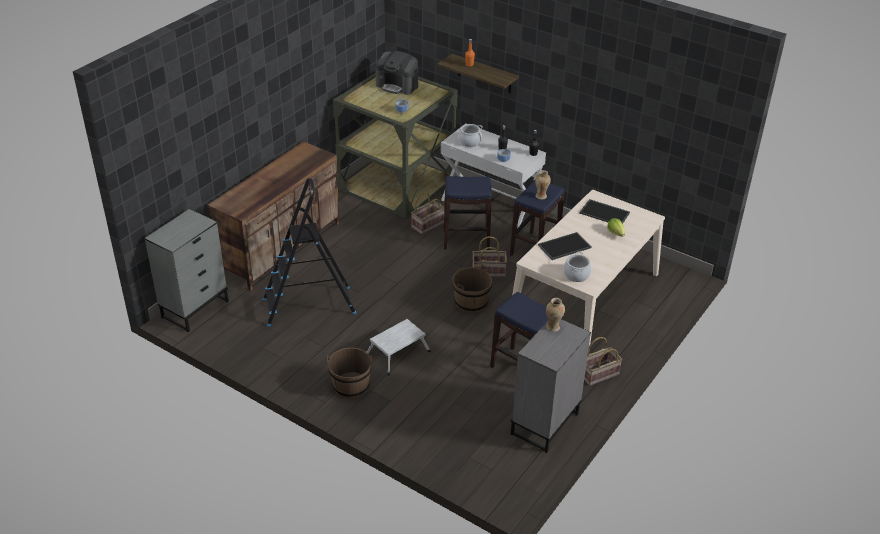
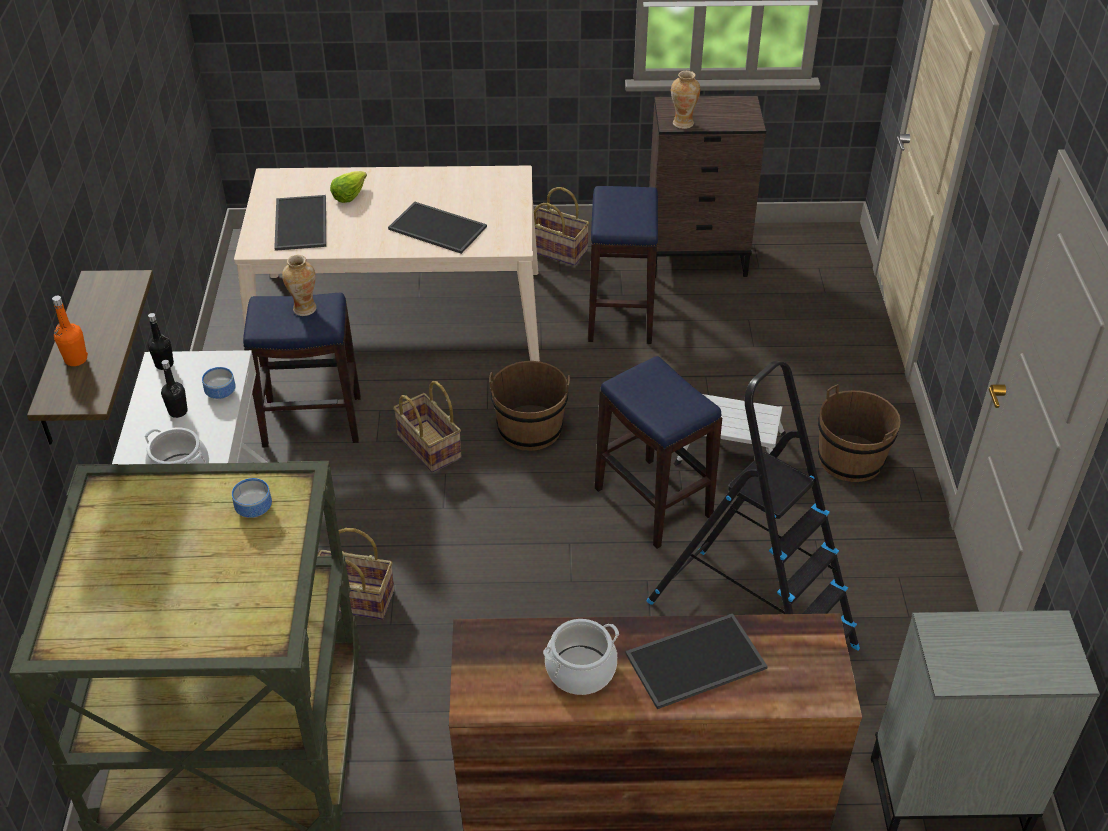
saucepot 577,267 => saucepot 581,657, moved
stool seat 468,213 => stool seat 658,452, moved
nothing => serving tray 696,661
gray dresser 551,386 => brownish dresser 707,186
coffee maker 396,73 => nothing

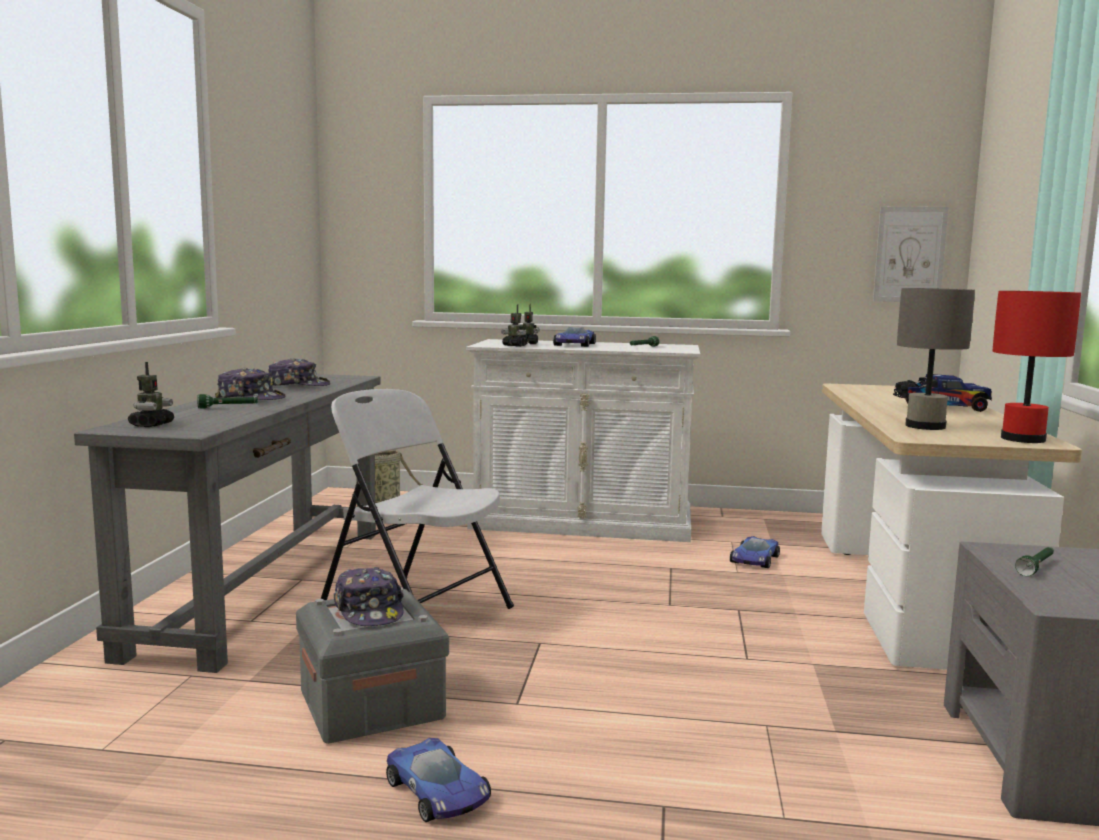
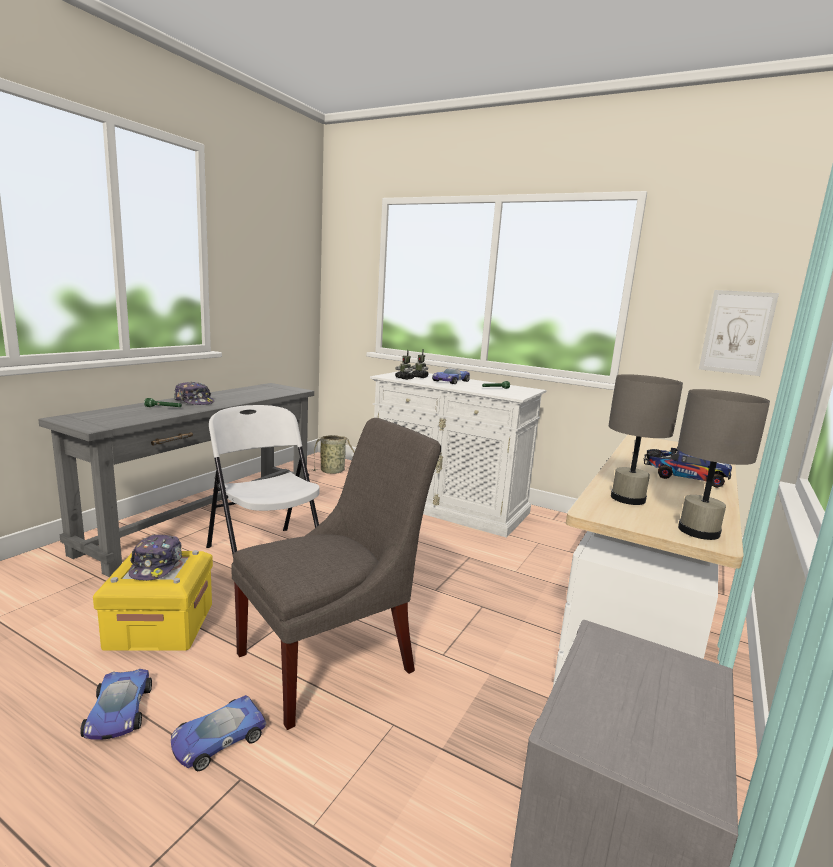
gray storage bin 372,666 => yellow-coloured storage bin 153,600
toy car 755,552 => toy car 219,733, moved
nothing => gray plain chair 336,574
red lamp for a table 1037,367 => gray lamp for a table 724,464
model robot 151,394 => nothing
baseball cap 299,372 => nothing
greenish hand torch 1034,561 => nothing

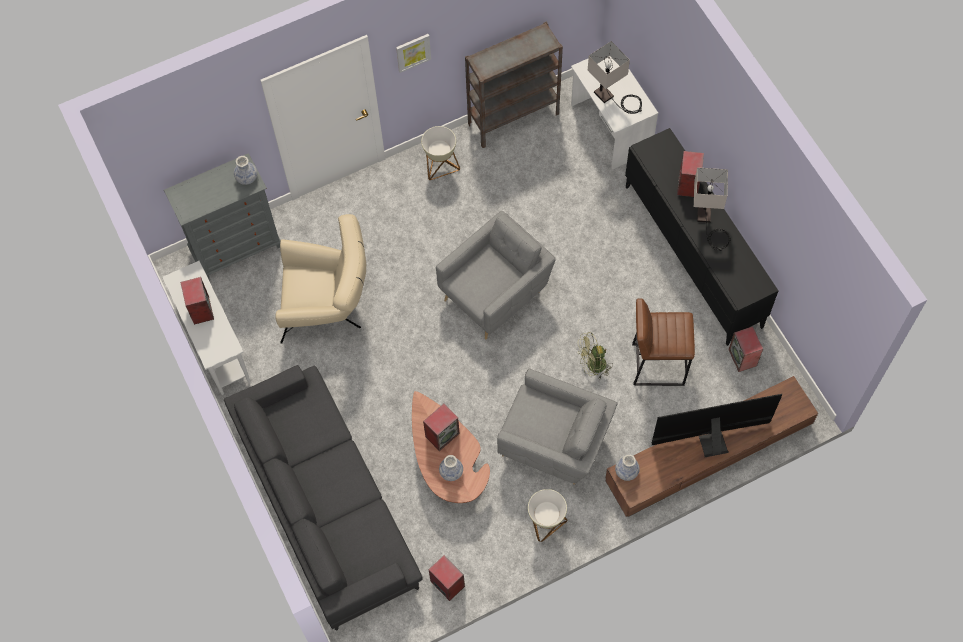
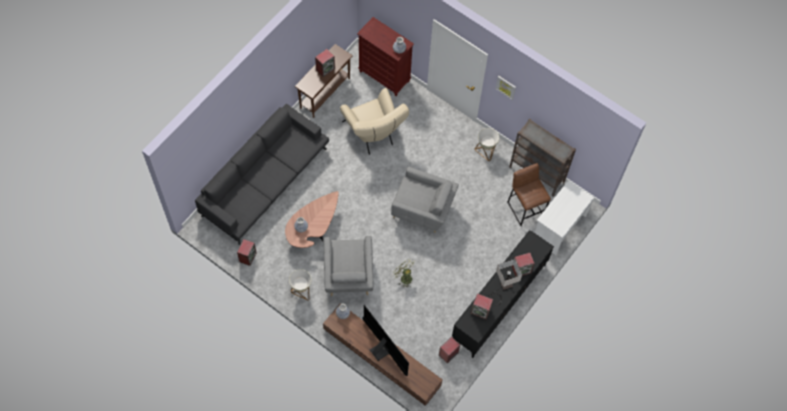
white console table 206,328 => brownish console table 324,81
gray dresser 222,216 => red dresser 385,56
audio speaker 441,427 => audio speaker 482,306, moved
brownish stool seat 663,342 => brownish stool seat 529,194, moved
lamp for a table 615,77 => nothing

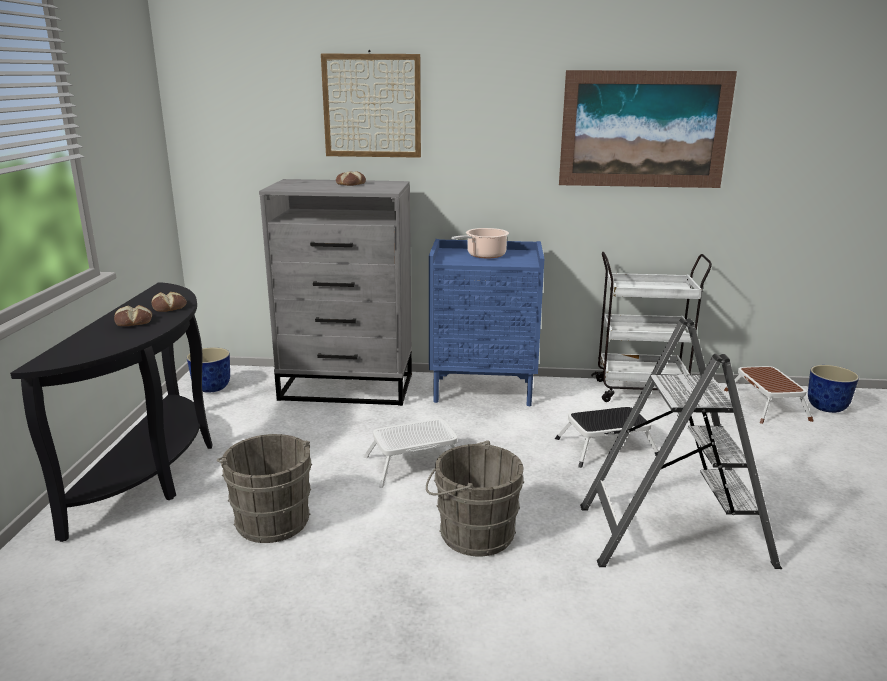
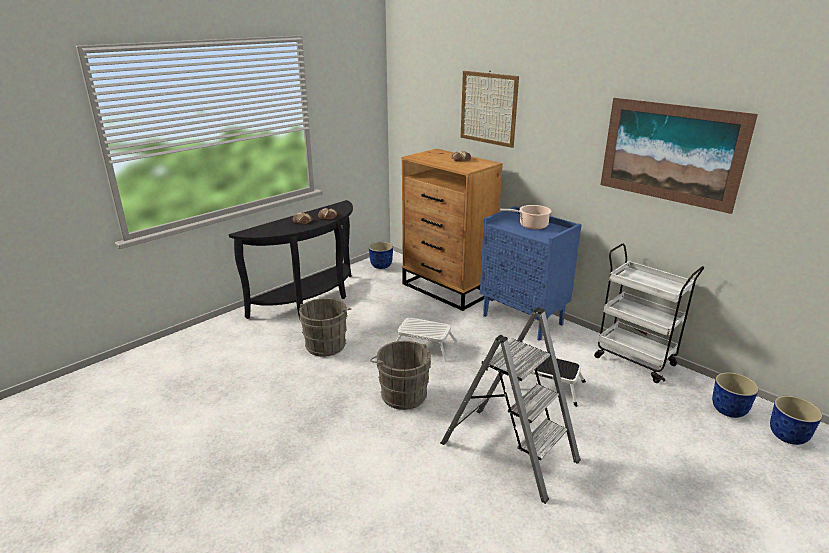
gray dresser 335,292 => brownish dresser 452,230
brownish step stool 768,395 => plant pot 735,395

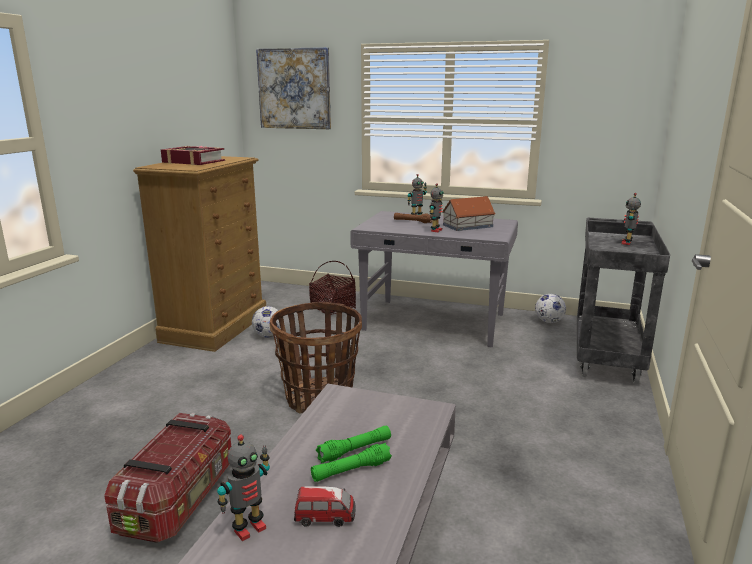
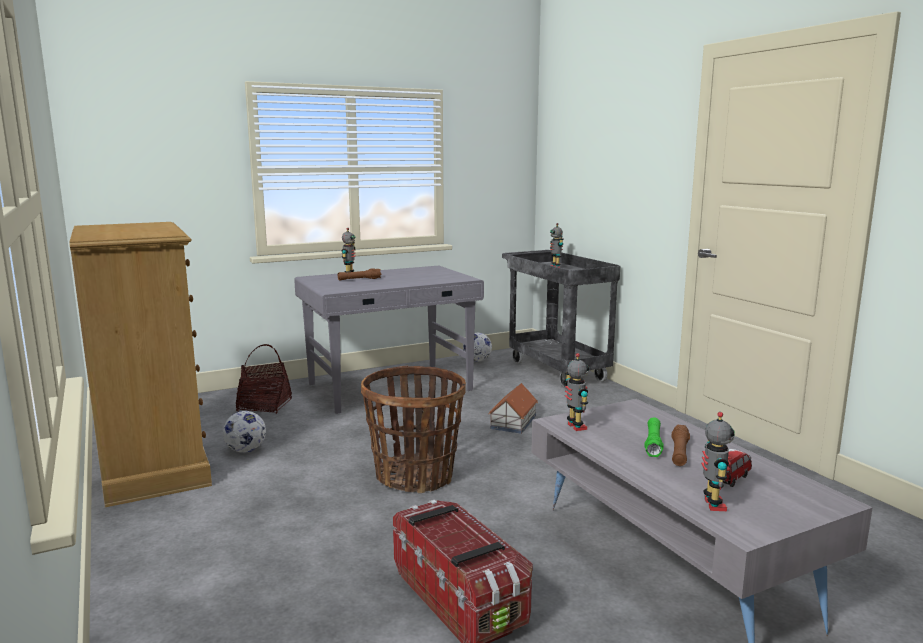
model house 469,213 => model house 513,408, moved
model robot 436,207 => model robot 577,392, moved
greenish hand torch 351,462 => brownish hand torch 680,445
book 193,155 => nothing
wall art 293,88 => nothing

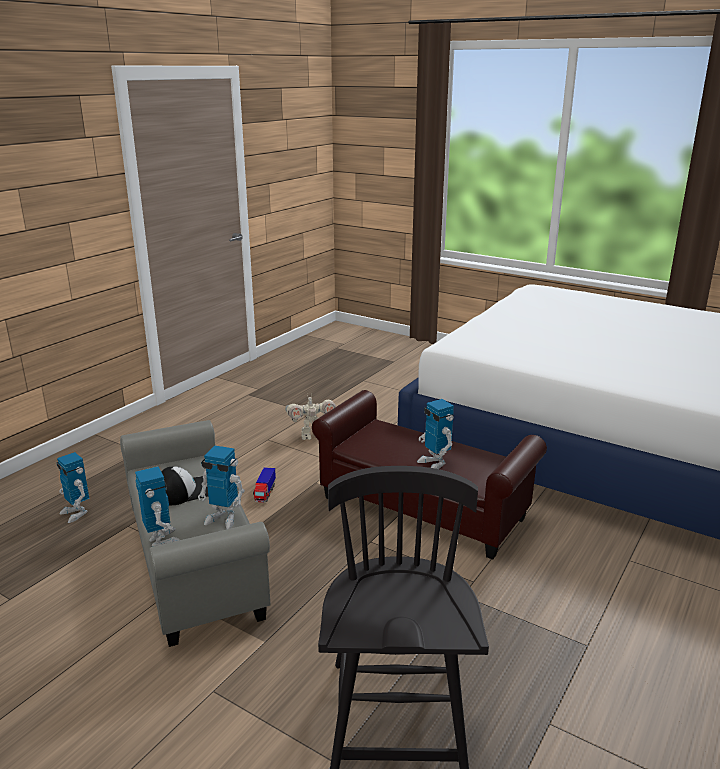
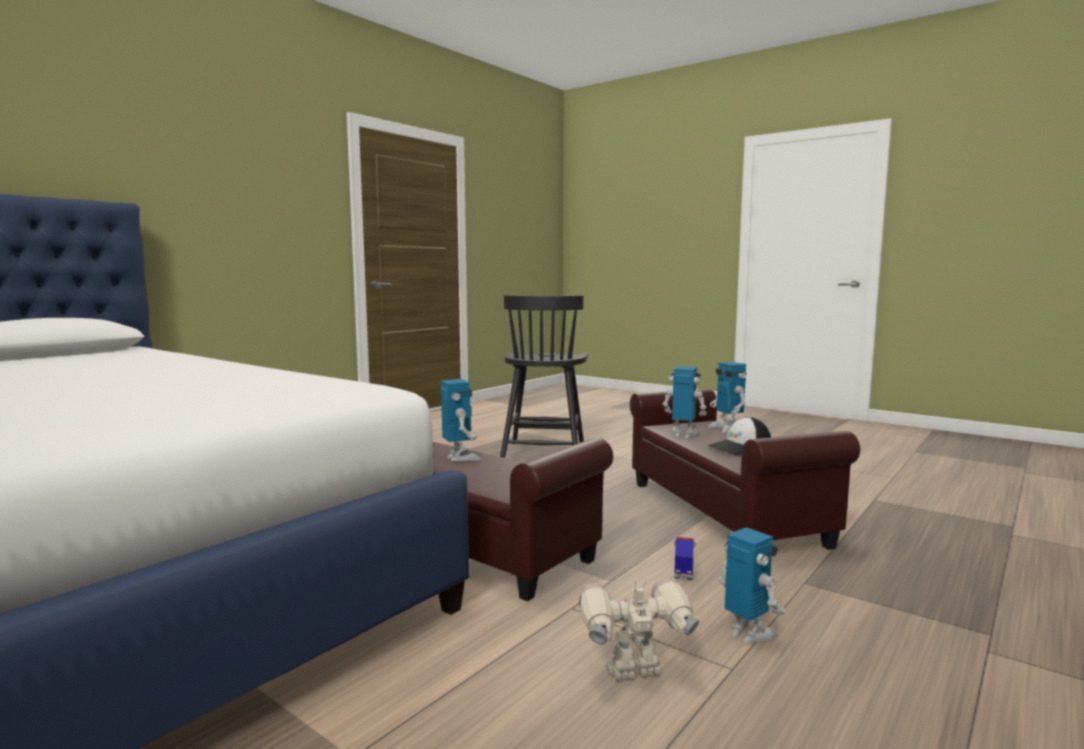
gray pouffe 195,533 => brownish pouffe 745,469
model robot 73,487 => model robot 752,585, moved

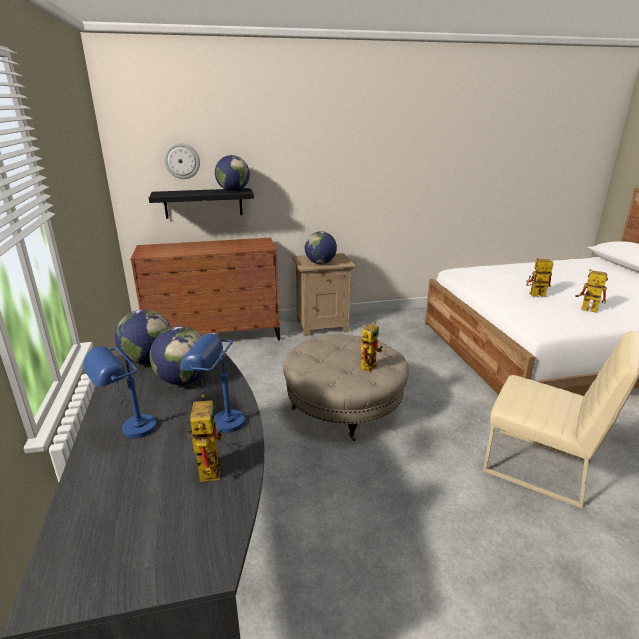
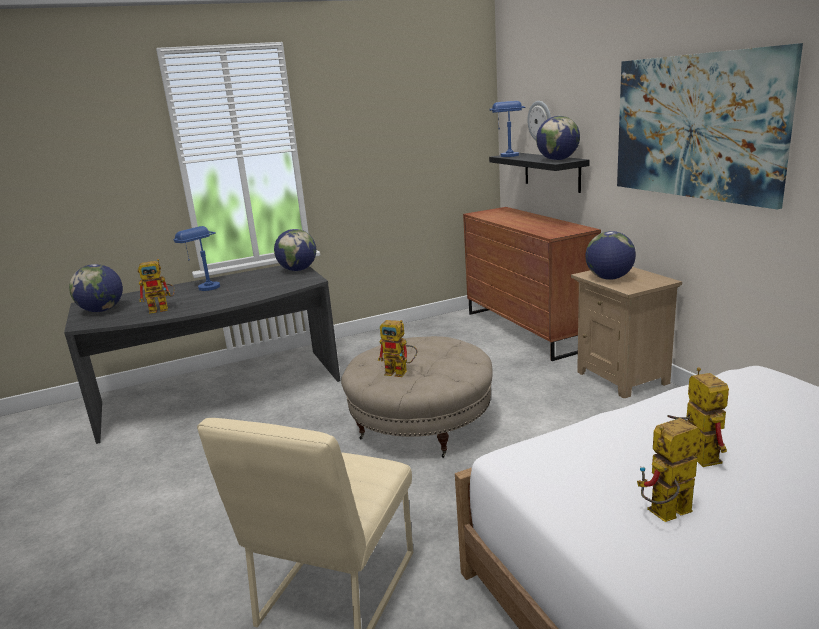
desk globe 177,355 => desk globe 96,288, moved
bluish lamp for a table 212,383 => bluish lamp for a table 507,129, moved
nothing => wall art 710,126
model robot 591,291 => model robot 669,470, 135 degrees counterclockwise

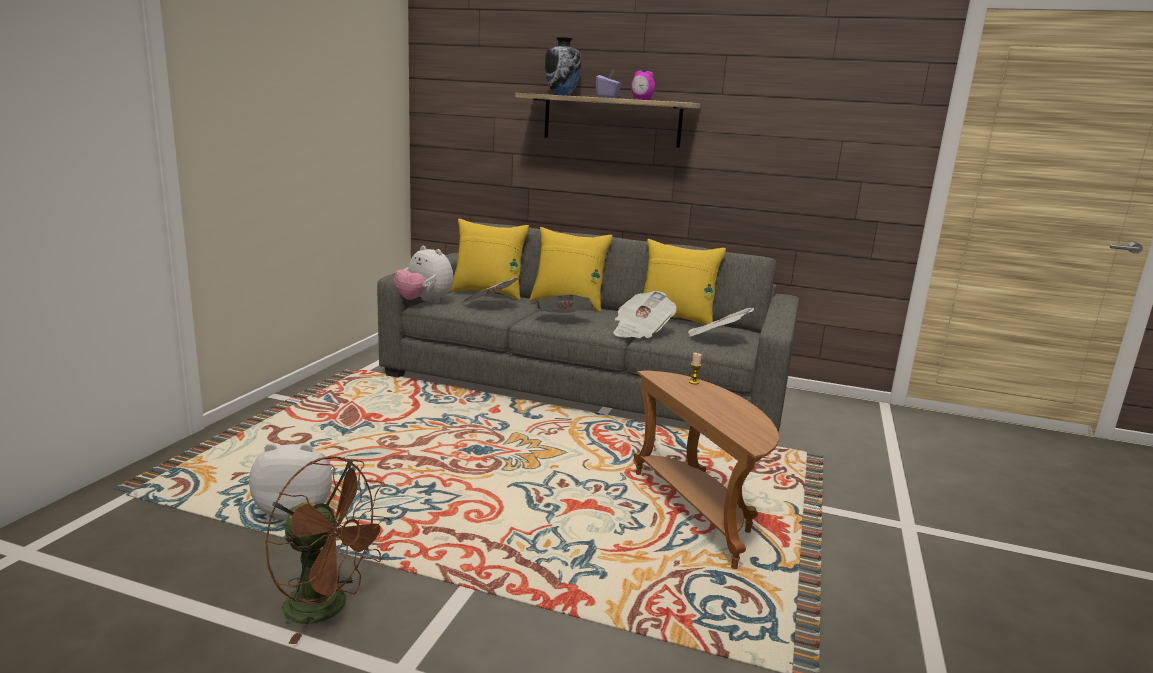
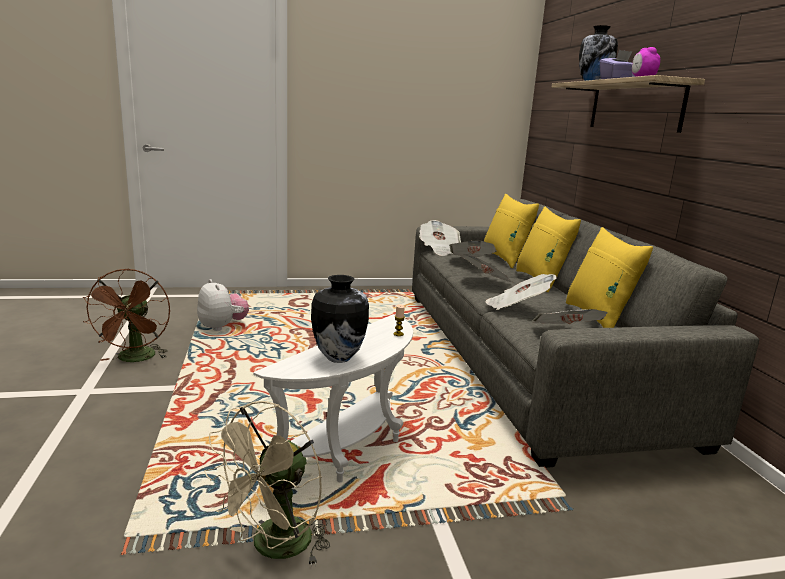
nothing => beige-coloured fan 267,484
brownish end table 706,469 => white end table 333,399
nothing => decorative vase 340,319
plush toy 423,275 => newspaper 440,238

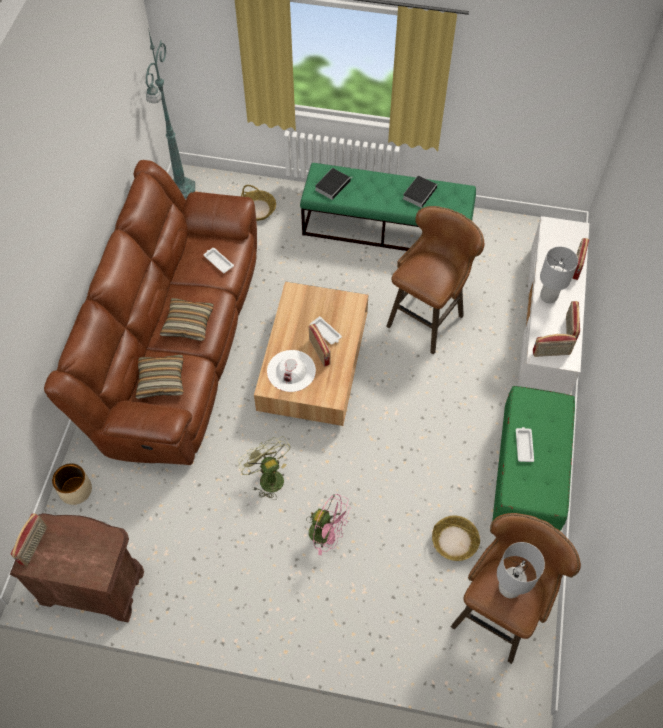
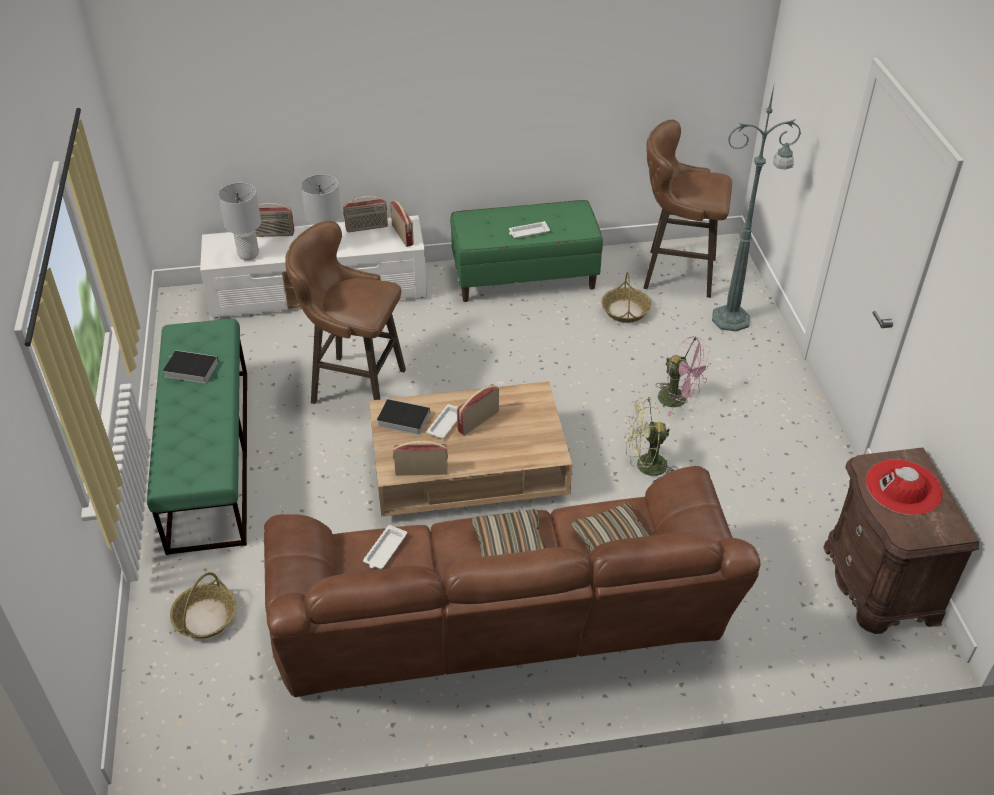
gray lamp for a table 521,570 => gray lamp for a table 239,221, moved
book 333,184 => book 403,417, moved
radio 29,539 => radio 420,458, moved
greenish fan 264,468 => greenish fan 651,440, 45 degrees clockwise
pink-coloured fan 328,524 => pink-coloured fan 683,376, 120 degrees clockwise
greenish floor lamp 170,113 => greenish floor lamp 756,206, moved
nothing => red hat 904,487
beige-coloured plant pot 72,484 => nothing
white hat 291,371 => nothing

